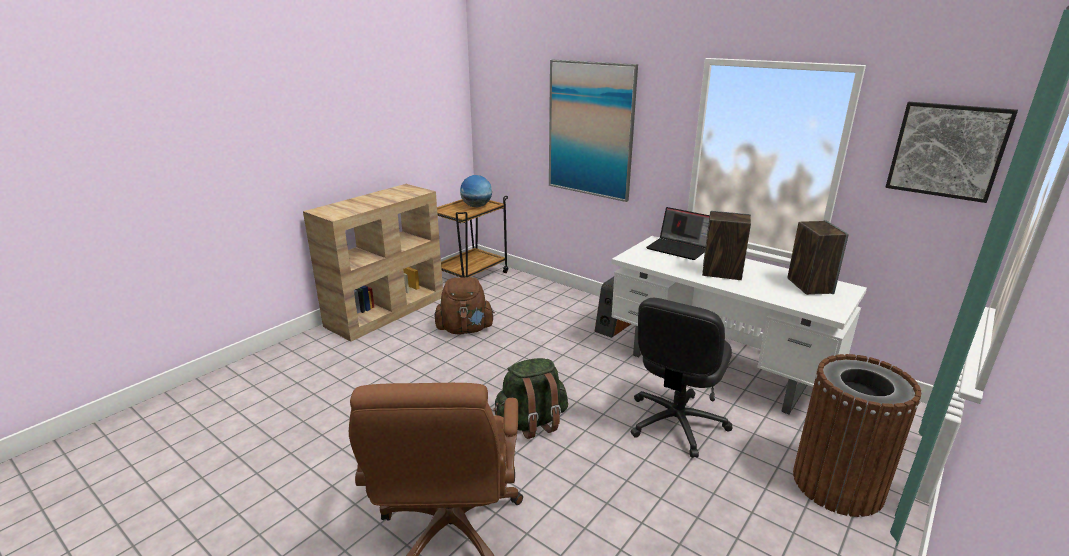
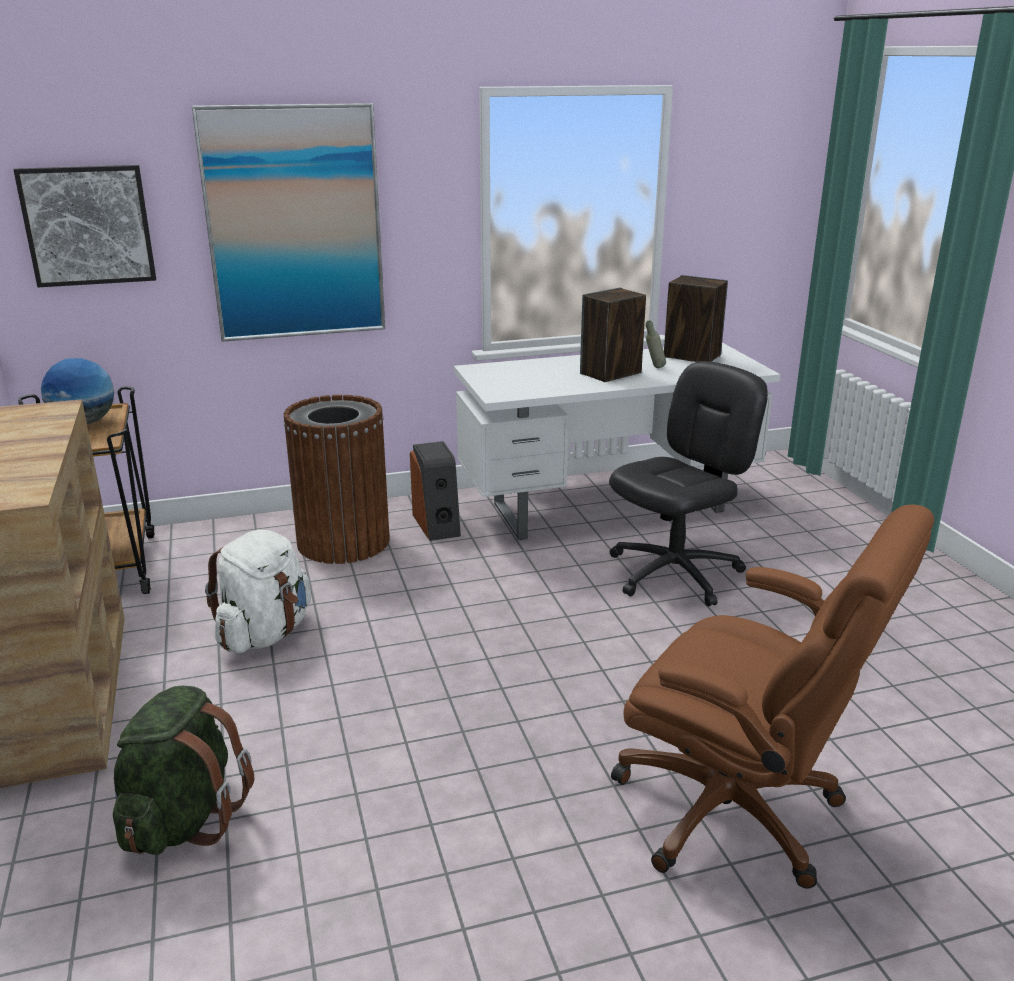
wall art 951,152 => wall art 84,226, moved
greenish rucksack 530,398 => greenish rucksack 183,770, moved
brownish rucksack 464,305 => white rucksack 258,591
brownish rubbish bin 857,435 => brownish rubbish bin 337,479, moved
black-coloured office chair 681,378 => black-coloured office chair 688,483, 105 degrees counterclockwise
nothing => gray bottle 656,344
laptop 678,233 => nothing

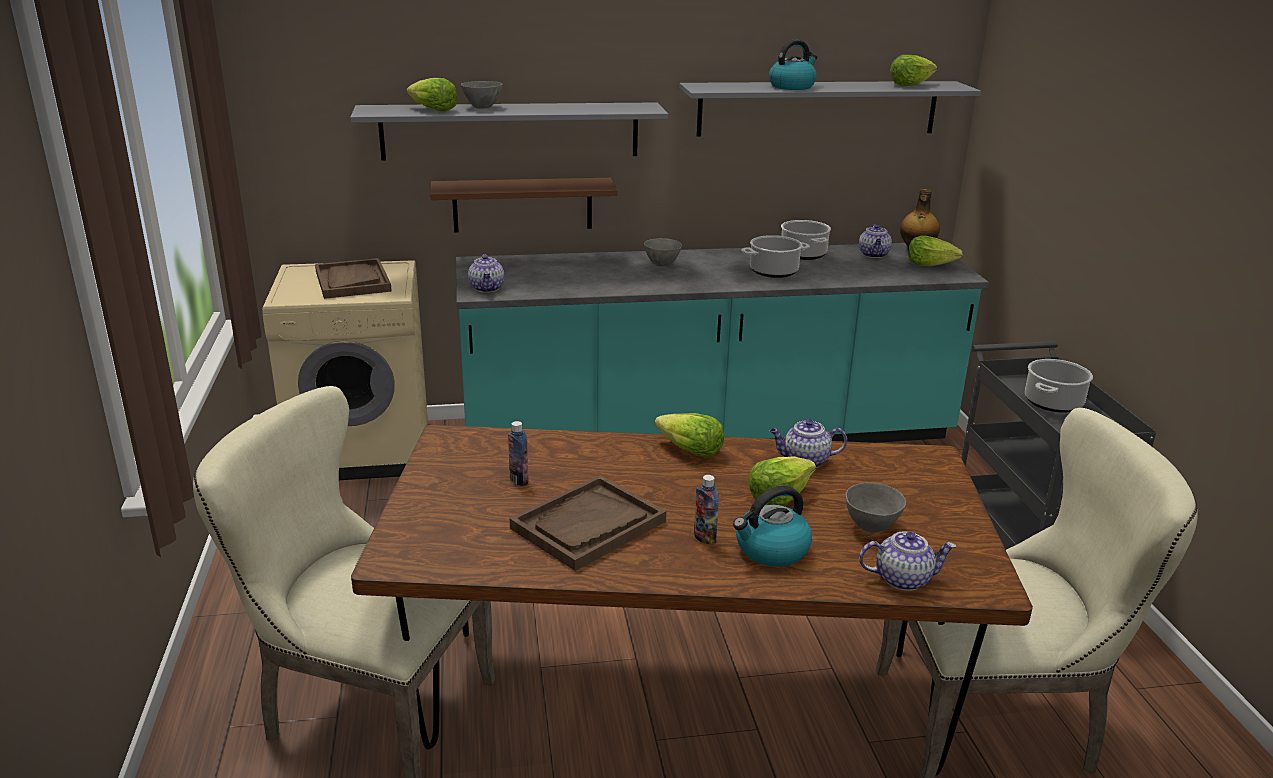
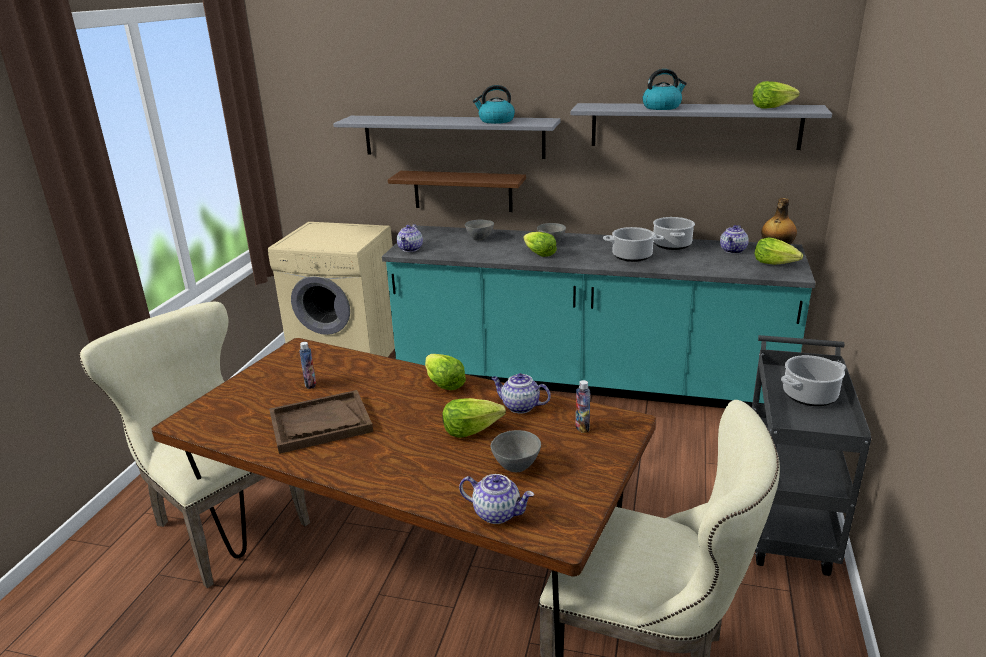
gray serving bowl 482,95 => gray serving bowl 479,230, moved
water kettle 772,526 => water kettle 494,104, moved
lettuce head 432,95 => lettuce head 540,244, moved
bottle 706,510 => bottle 583,406, moved
brownish serving tray 353,278 => nothing

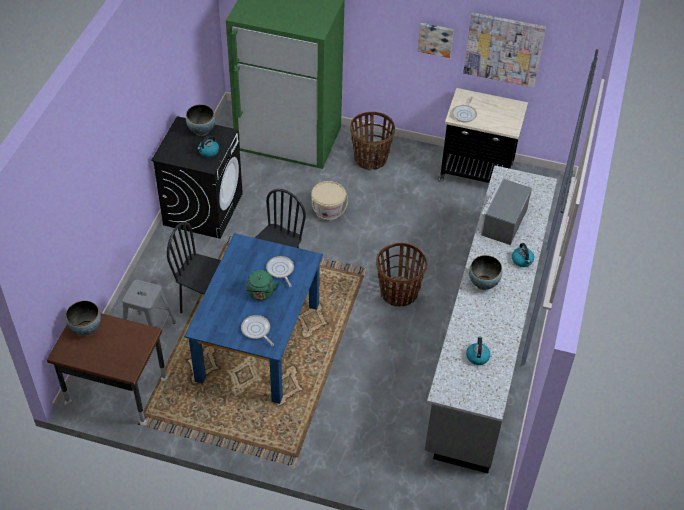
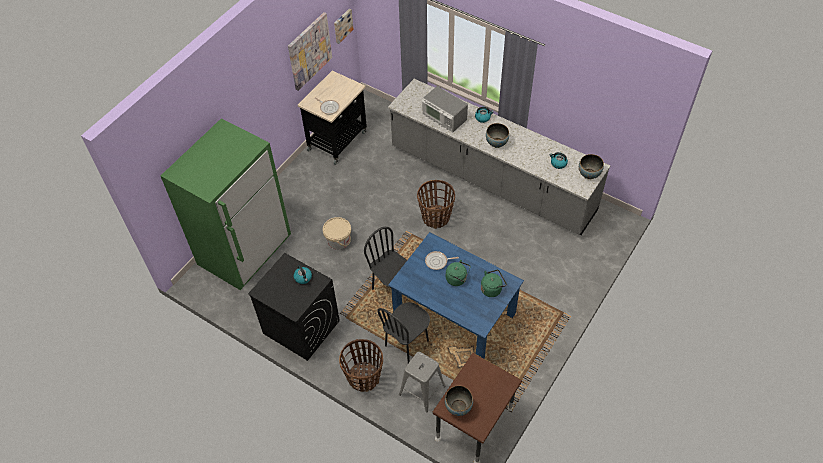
wall art 436,40 => wall art 344,26, moved
storage basket 372,141 => storage basket 361,365, moved
skillet 257,330 => greenish water kettle 494,283
serving bowl 200,120 => serving bowl 591,167, moved

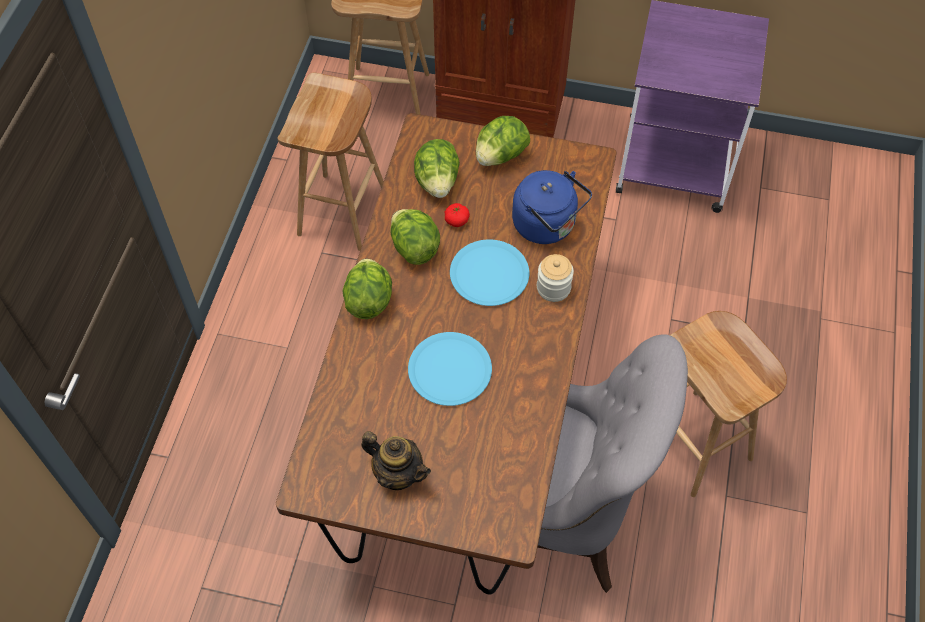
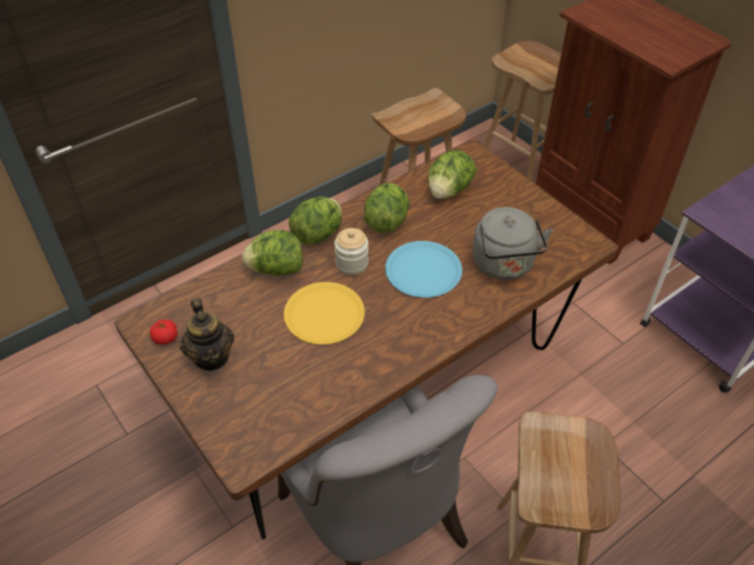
whole tomato 457,215 => whole tomato 164,332, moved
lettuce head 503,141 => lettuce head 272,253, moved
bluish flat dish 450,369 => yellow-coloured flat dish 324,313
storage jar 555,278 => storage jar 351,251, moved
bluish water kettle 552,207 => gray water kettle 512,243

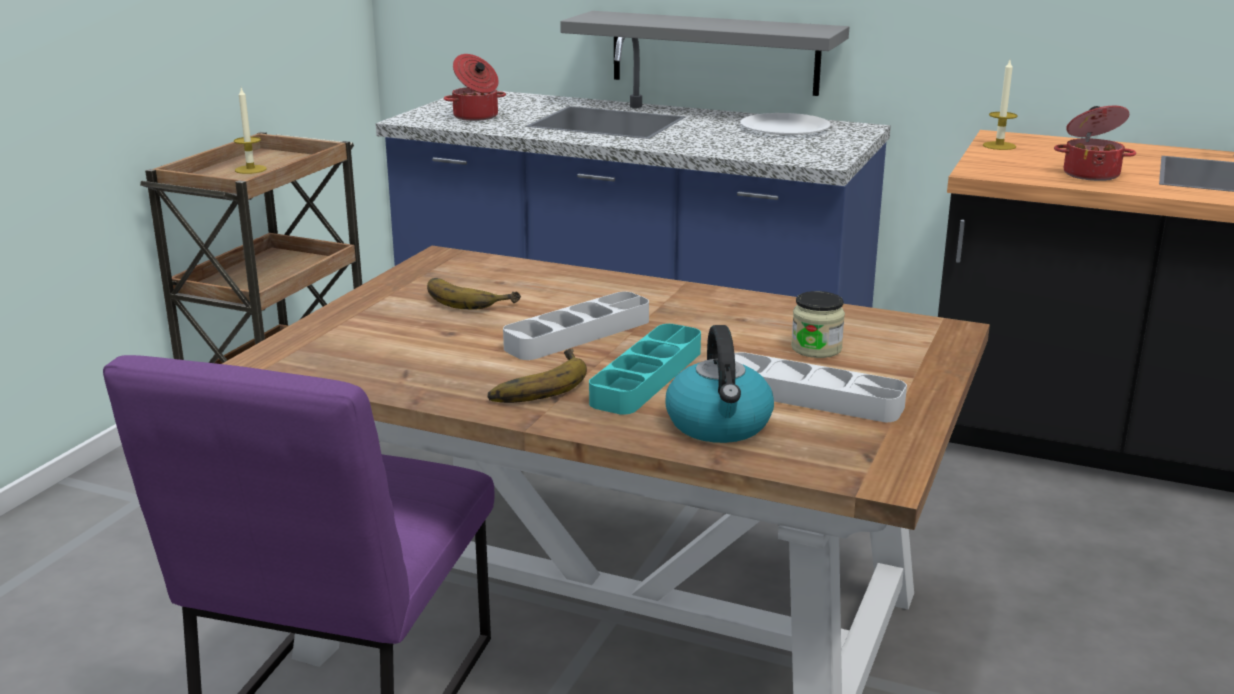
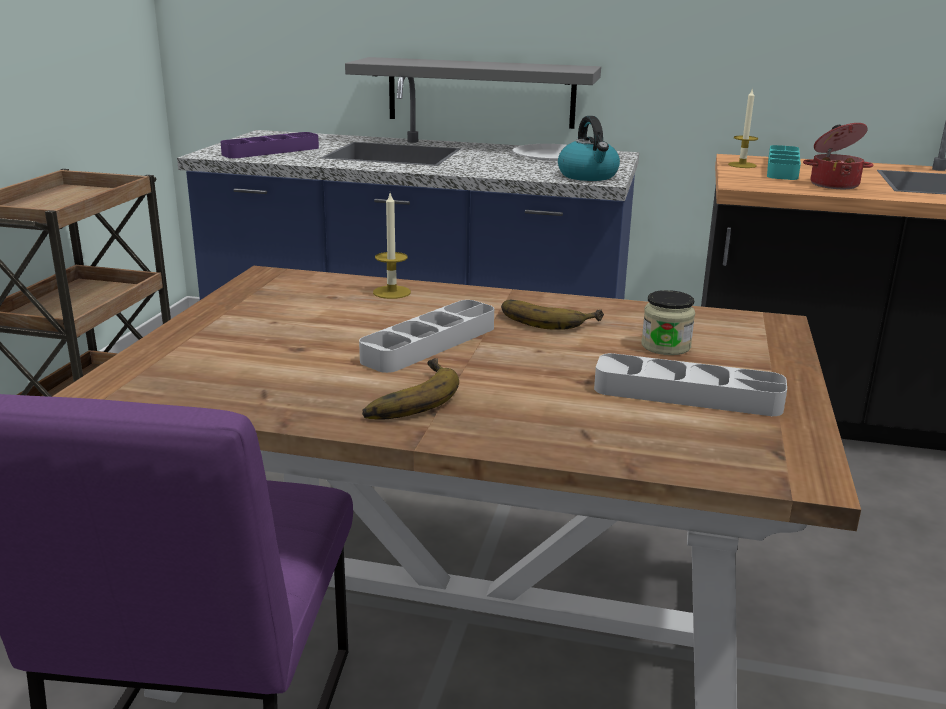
saucepot 475,87 => purple-coloured serving tray 269,145
wax candle 250,131 => wax candle 392,246, moved
banana fruit 474,294 => banana fruit 552,315, moved
water kettle 719,384 => water kettle 589,148, moved
turquoise serving tray 645,369 => turquoise serving tray 784,162, moved

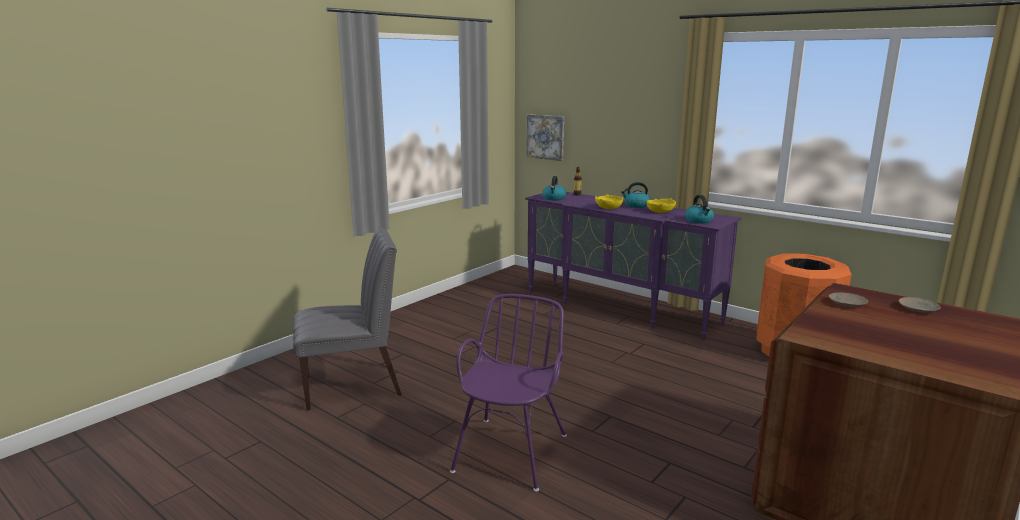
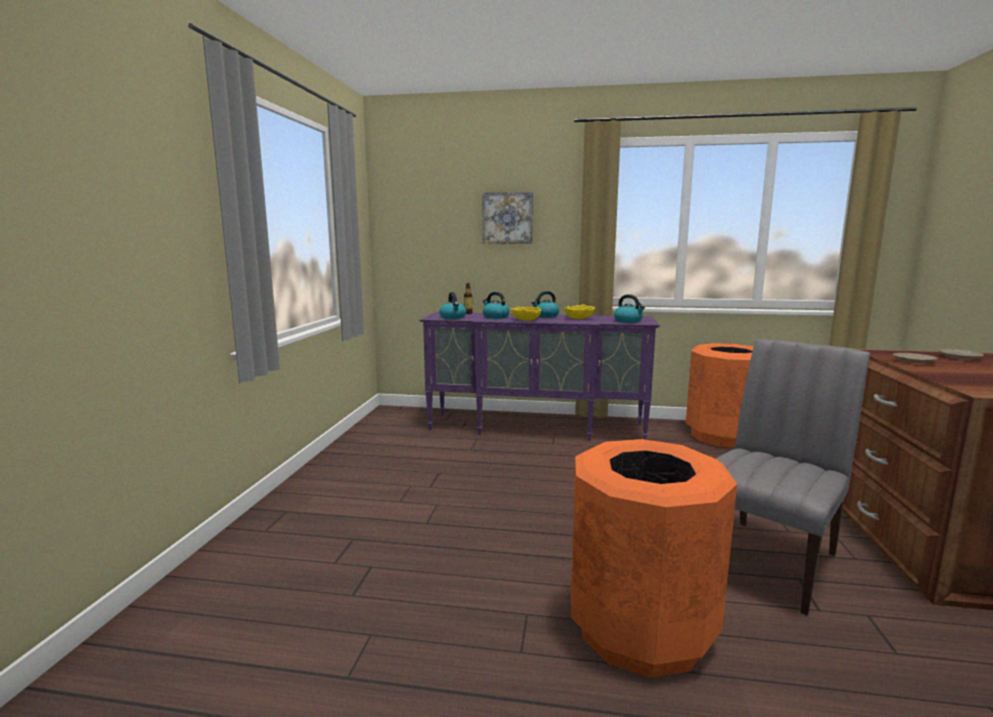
wall art 545,137 => wall art 507,218, moved
nothing => water kettle 496,305
purple-coloured plain chair 508,393 => orange rubbish bin 654,558
gray plain chair 347,318 => gray plain chair 793,477, moved

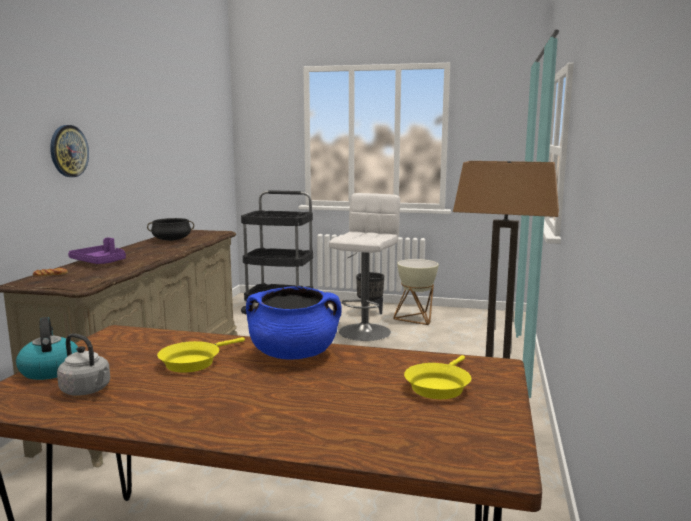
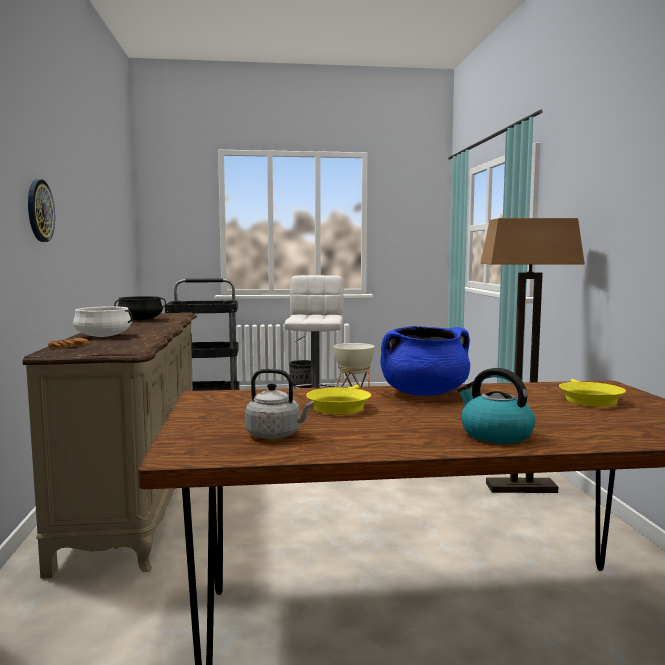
purple-coloured serving tray 97,250 => white saucepot 103,321
water kettle 47,348 => water kettle 496,406, moved

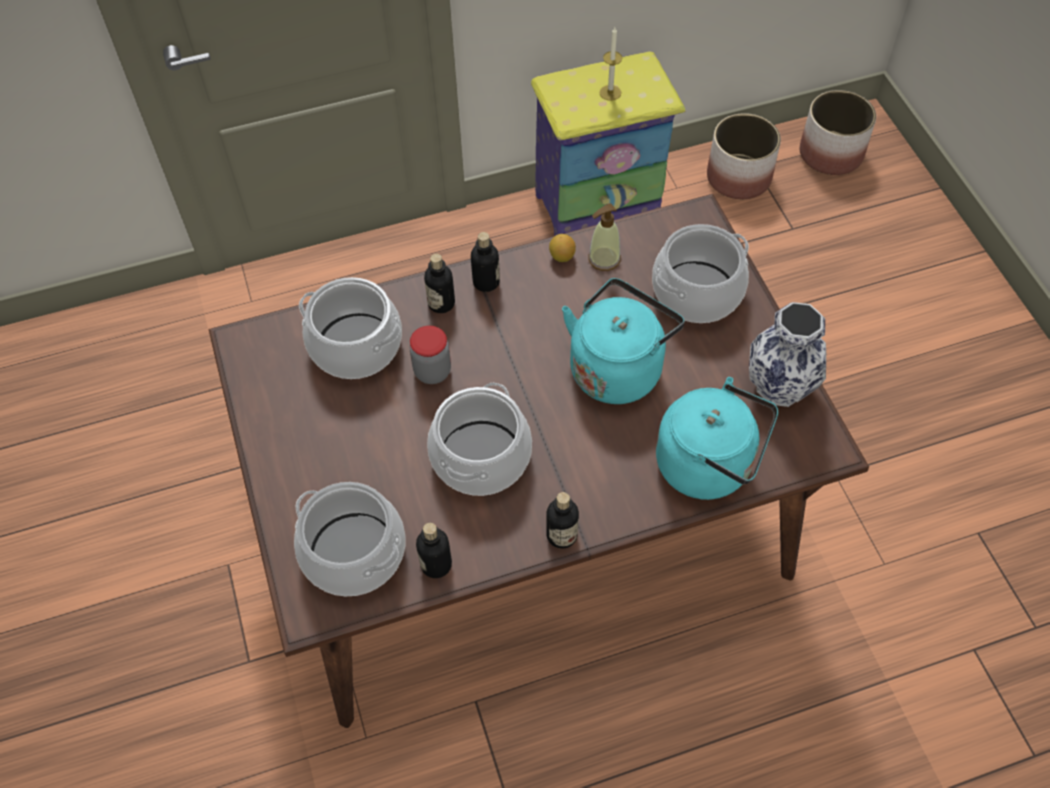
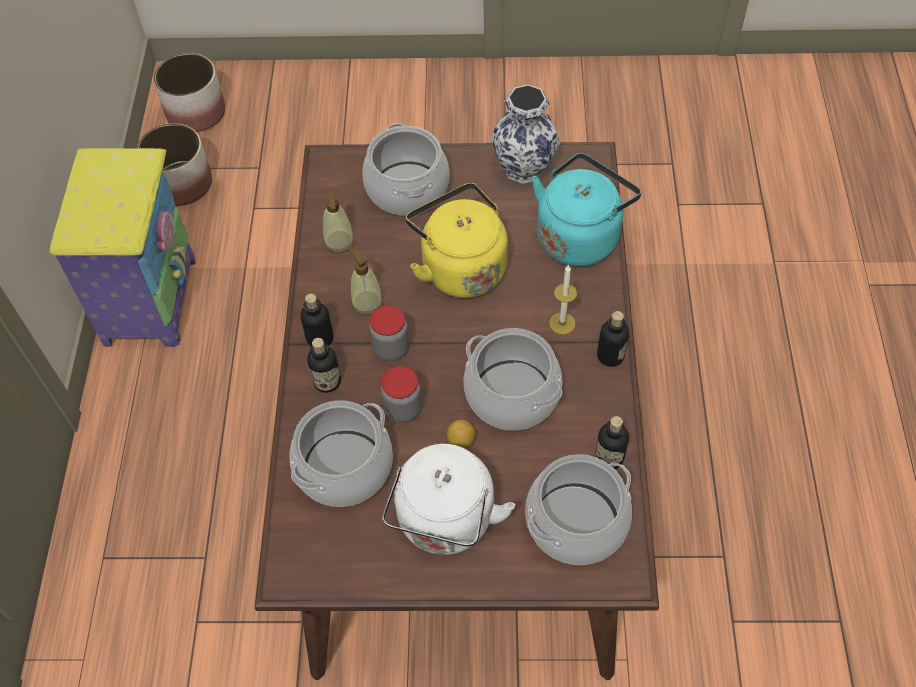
nothing => liquid soap bottle 365,281
nothing => storage jar 389,333
nothing => white water kettle 448,499
turquoise water kettle 623,341 => yellow-coloured water kettle 457,240
citrus fruit 562,248 => citrus fruit 461,434, moved
wax candle 611,64 => wax candle 563,299, moved

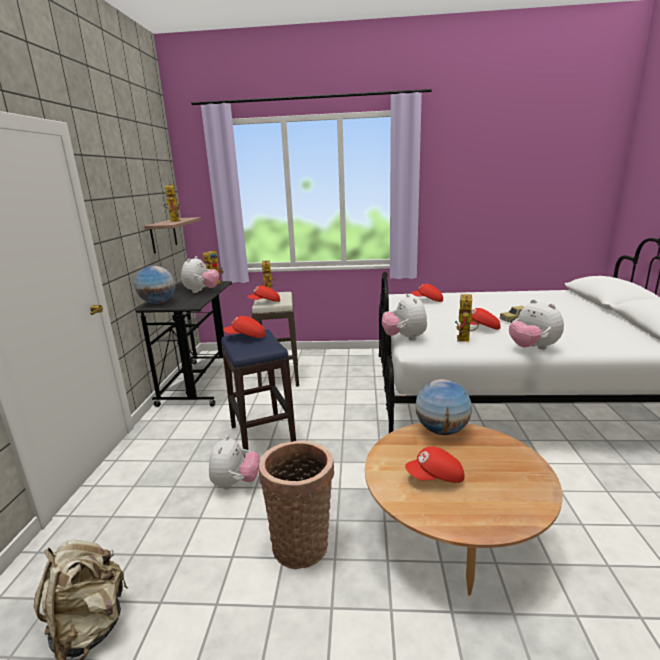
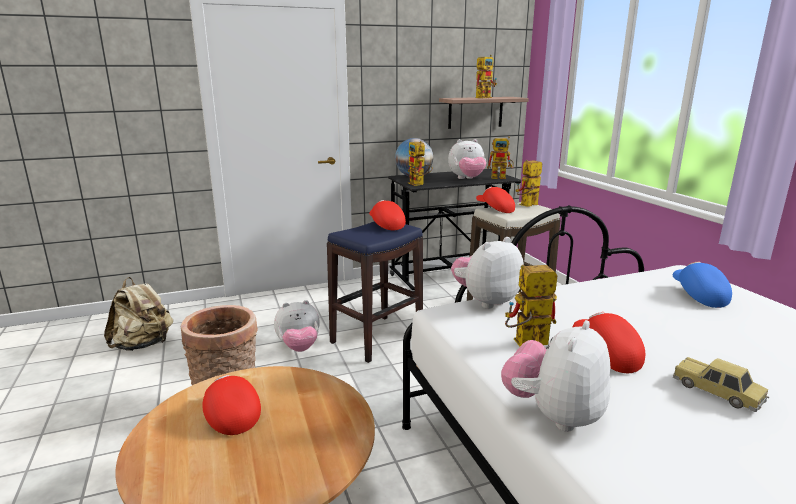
nothing => model robot 420,163
red baseball cap 427,293 => bluish baseball cap 702,285
desk globe 443,407 => nothing

